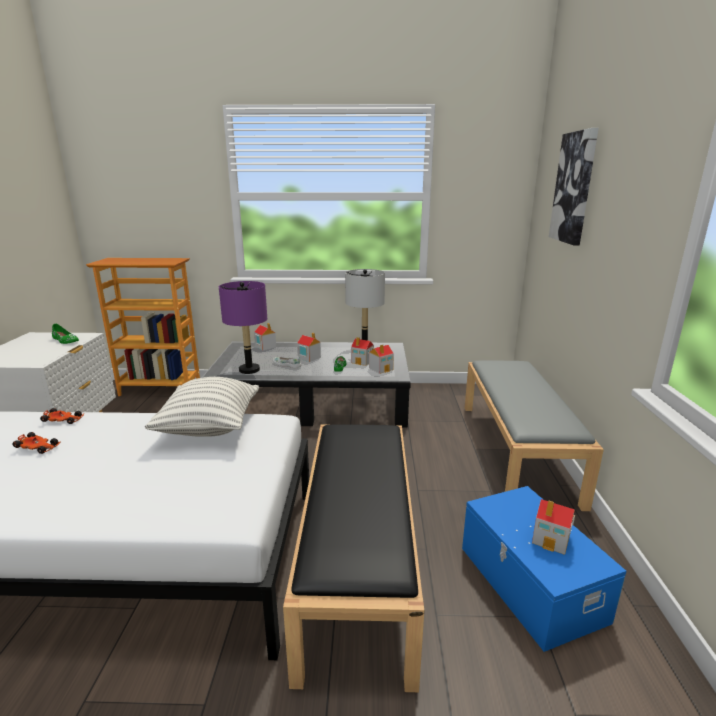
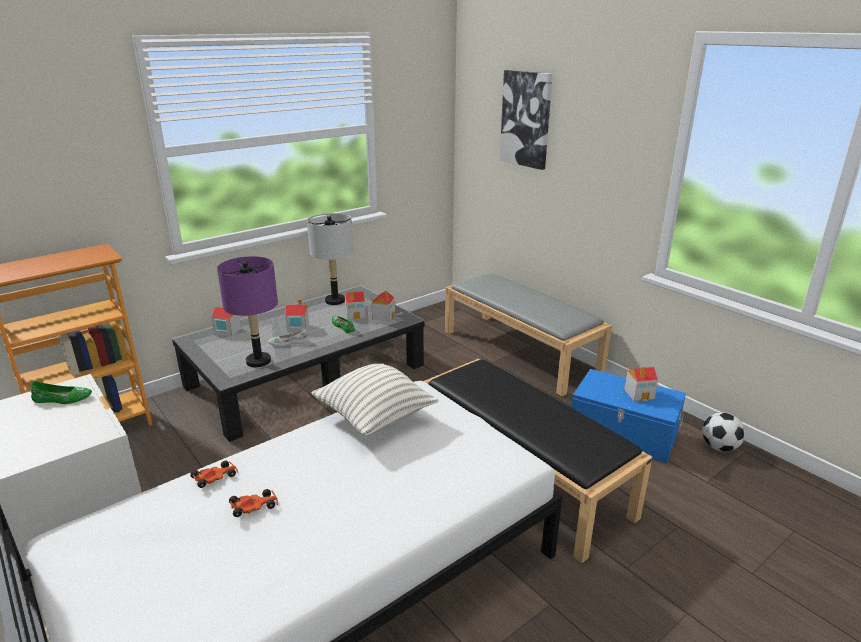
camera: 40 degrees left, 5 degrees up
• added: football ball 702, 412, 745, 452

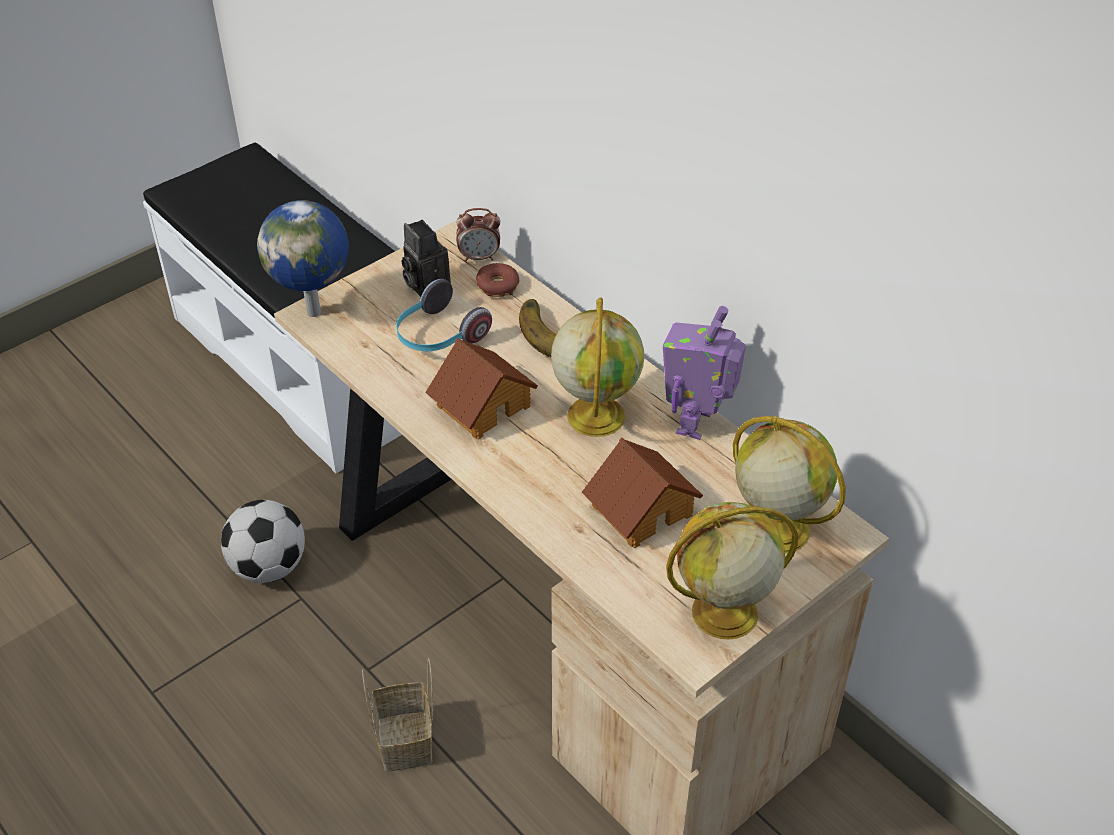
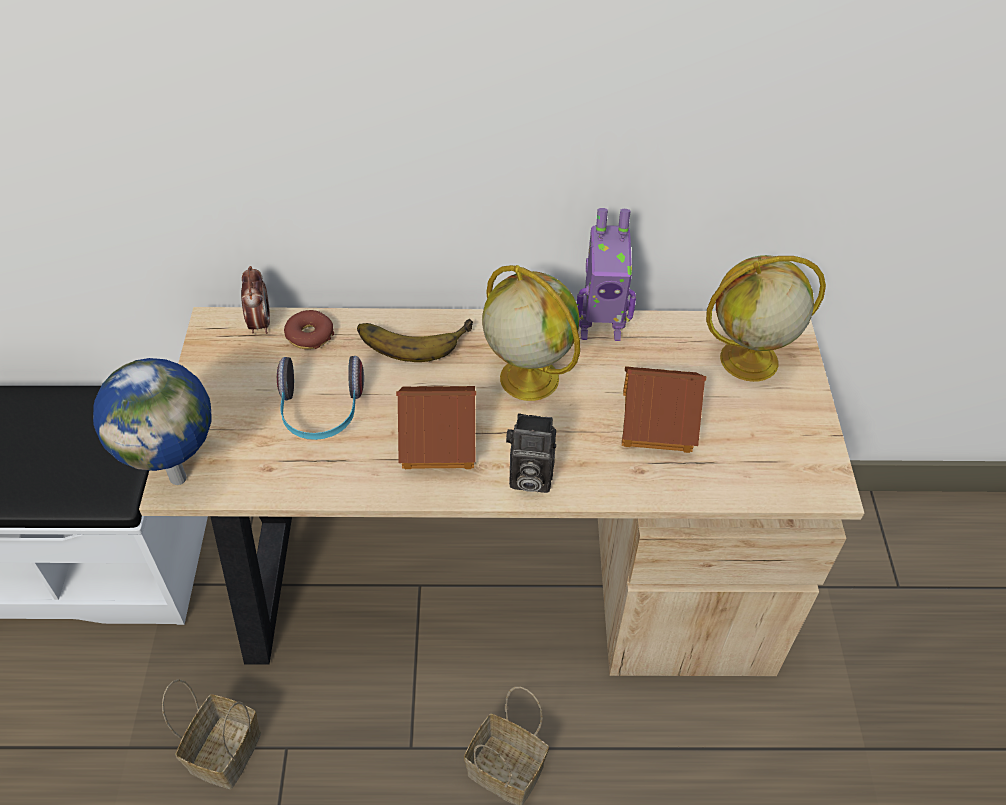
camera: 50 degrees left, 5 degrees up
• turned: table clock 456, 208, 500, 262 = 241, 266, 270, 334 45 degrees counterclockwise
• moved: photo camera 402, 220, 451, 297 to 506, 413, 556, 493
• turned: model robot 663, 306, 746, 440 = 577, 208, 636, 341 60 degrees counterclockwise
• replaced: football ball 221, 500, 305, 583 to basket 162, 679, 261, 789
• removed: world globe 666, 502, 798, 640

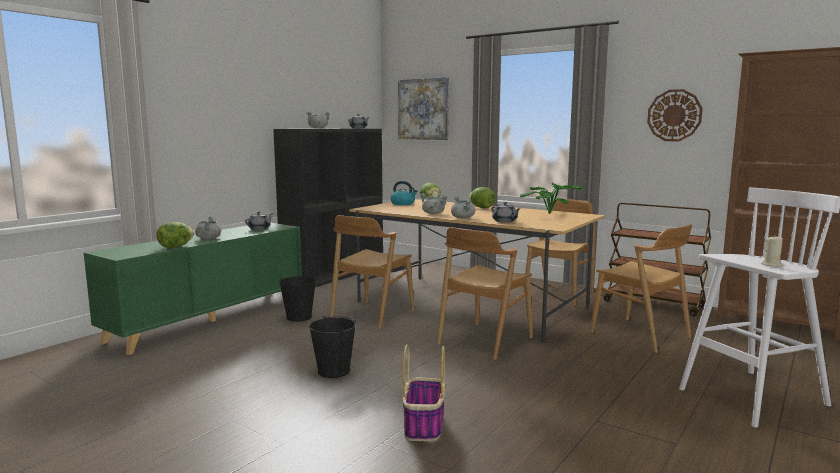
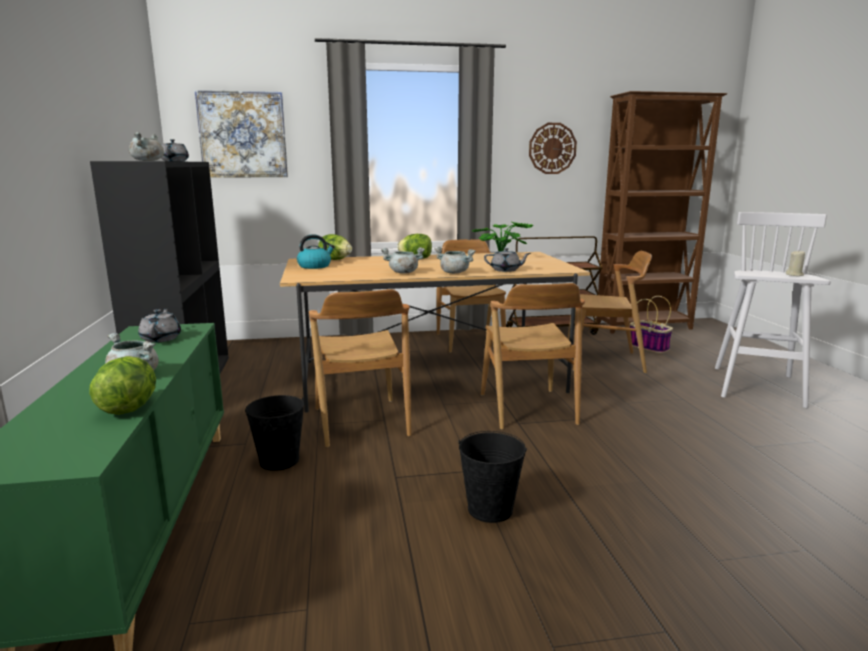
camera: 45 degrees left, 5 degrees up
• moved: basket 403, 344, 445, 441 to 630, 296, 673, 353

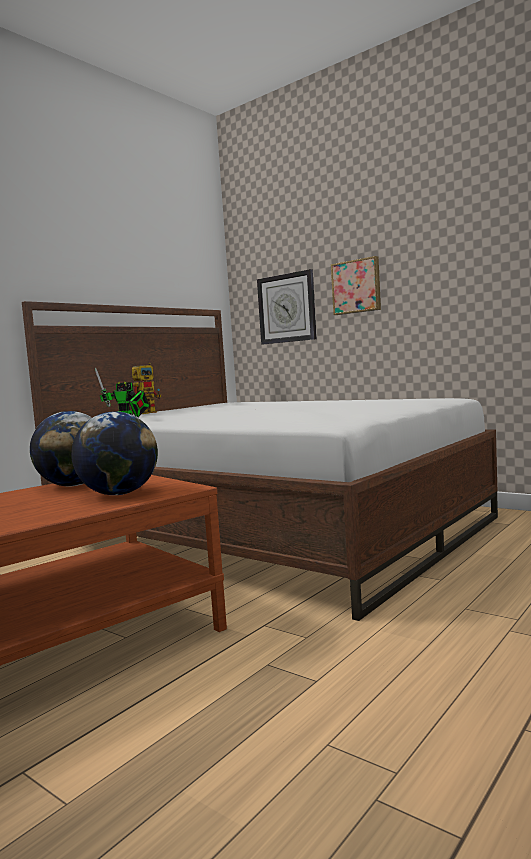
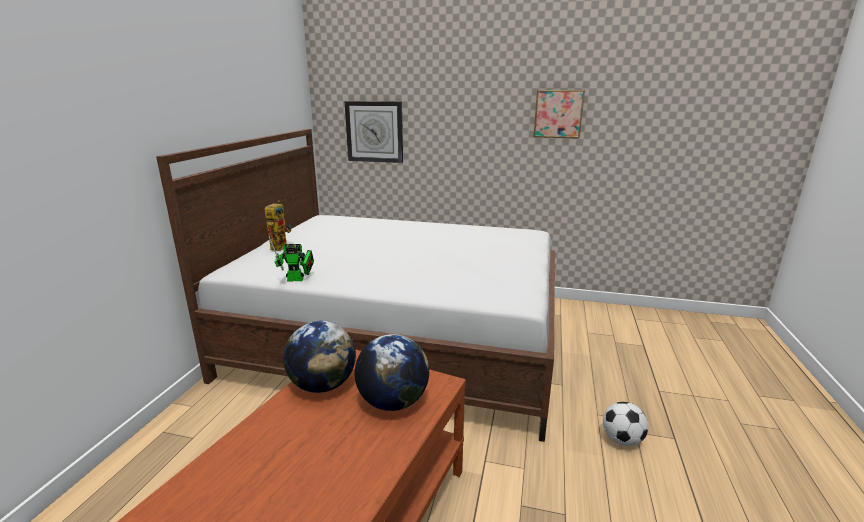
camera: 25 degrees left, 15 degrees up
• moved: wall art 331, 256, 381, 315 to 533, 90, 585, 139
• added: football ball 603, 402, 648, 446

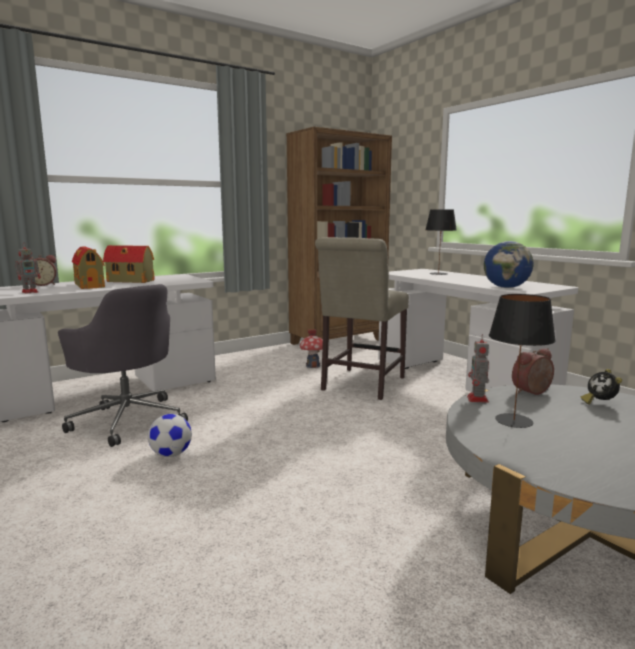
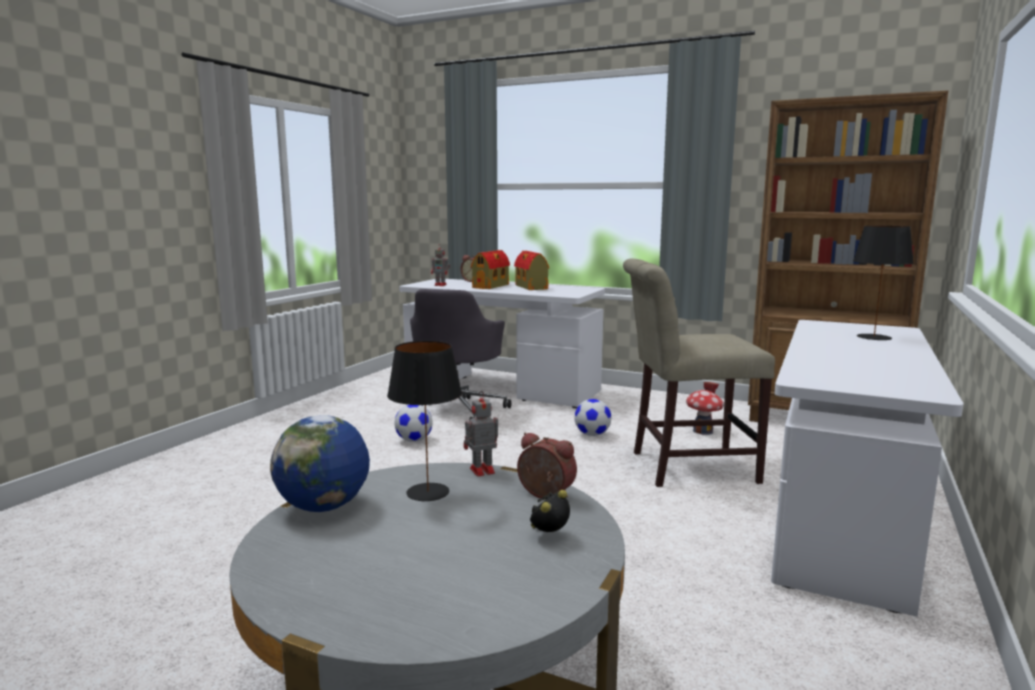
camera: 60 degrees right, 0 degrees up
• moved: world globe 484, 241, 533, 288 to 270, 415, 370, 512
• added: football ball 574, 399, 612, 436

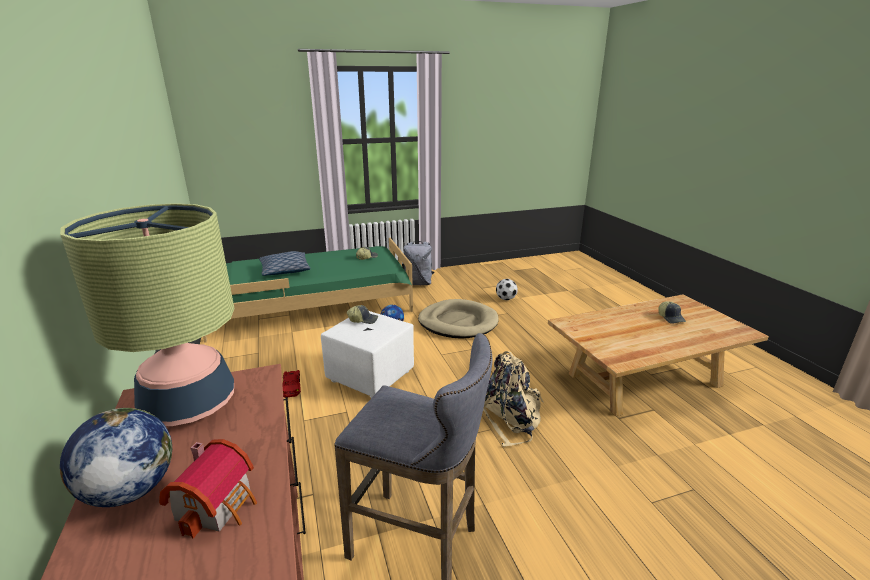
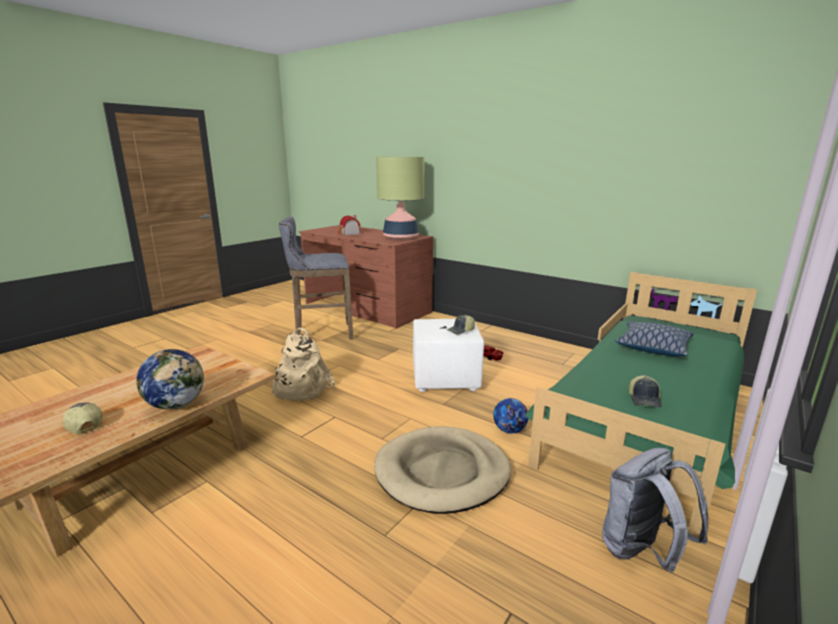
camera: 145 degrees right, 5 degrees down
• removed: football ball 496, 279, 518, 300
• moved: world globe 60, 408, 172, 507 to 136, 349, 204, 409

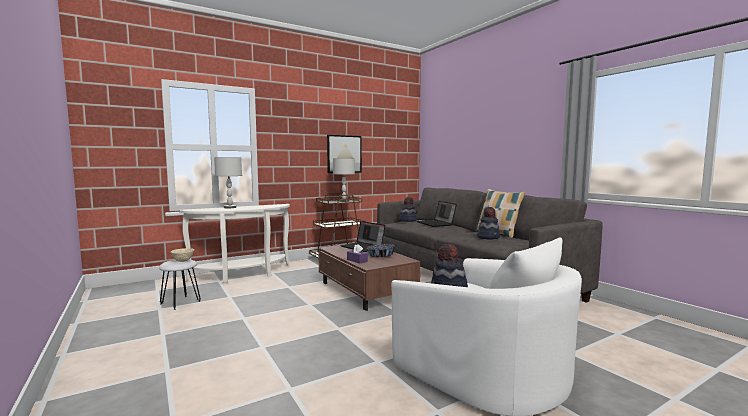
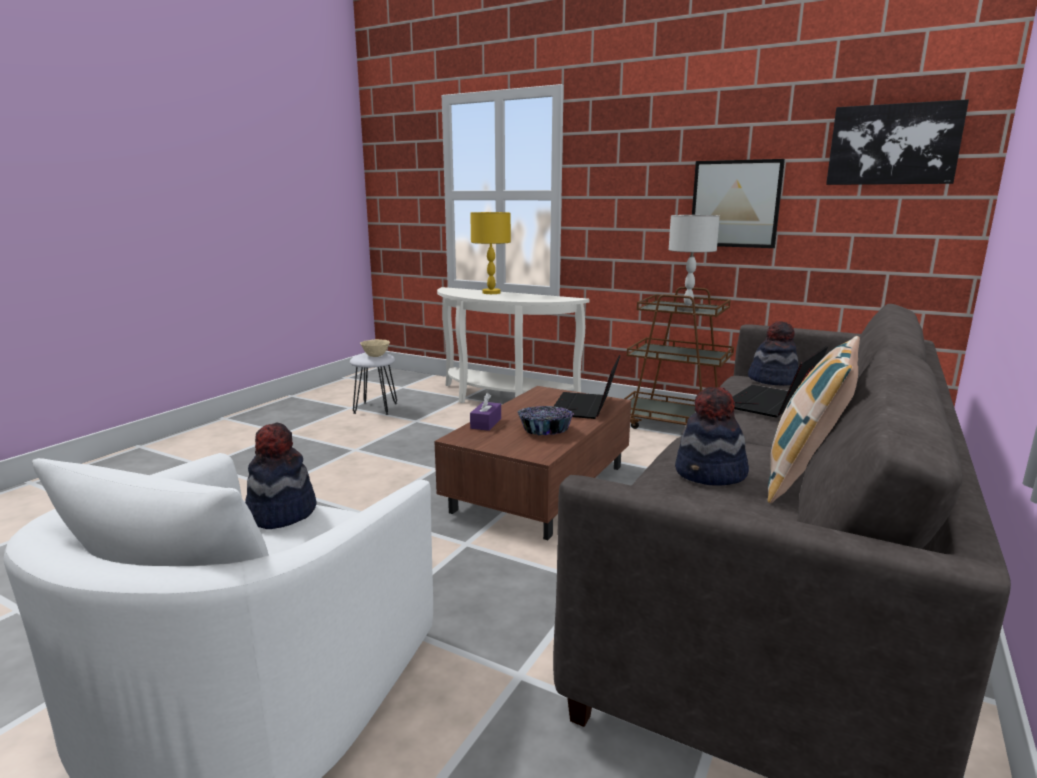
camera: 60 degrees right, 10 degrees up
• recoloured: gray table lamp 214, 157, 242, 208 to yellow-coloured table lamp 470, 212, 511, 294
• added: wall art 826, 99, 969, 185

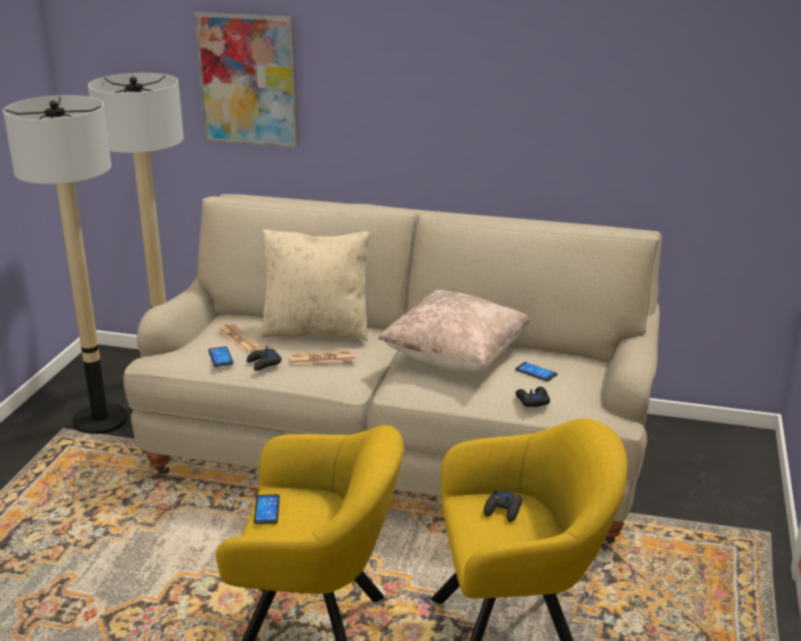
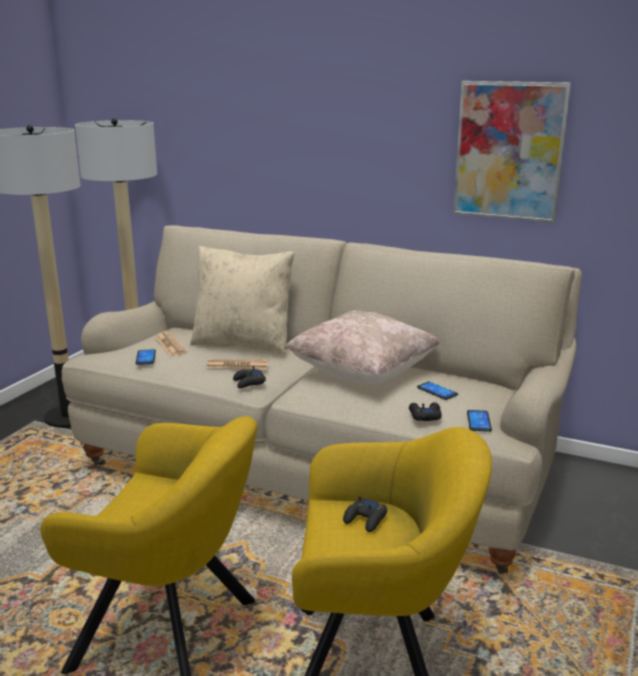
camera: 10 degrees right, 5 degrees down
• moved: wall art 195, 12, 299, 148 to 453, 81, 571, 223
• moved: black-coloured game controller 247, 346, 282, 371 to 233, 366, 266, 388
• moved: handset 254, 494, 280, 524 to 467, 410, 492, 432

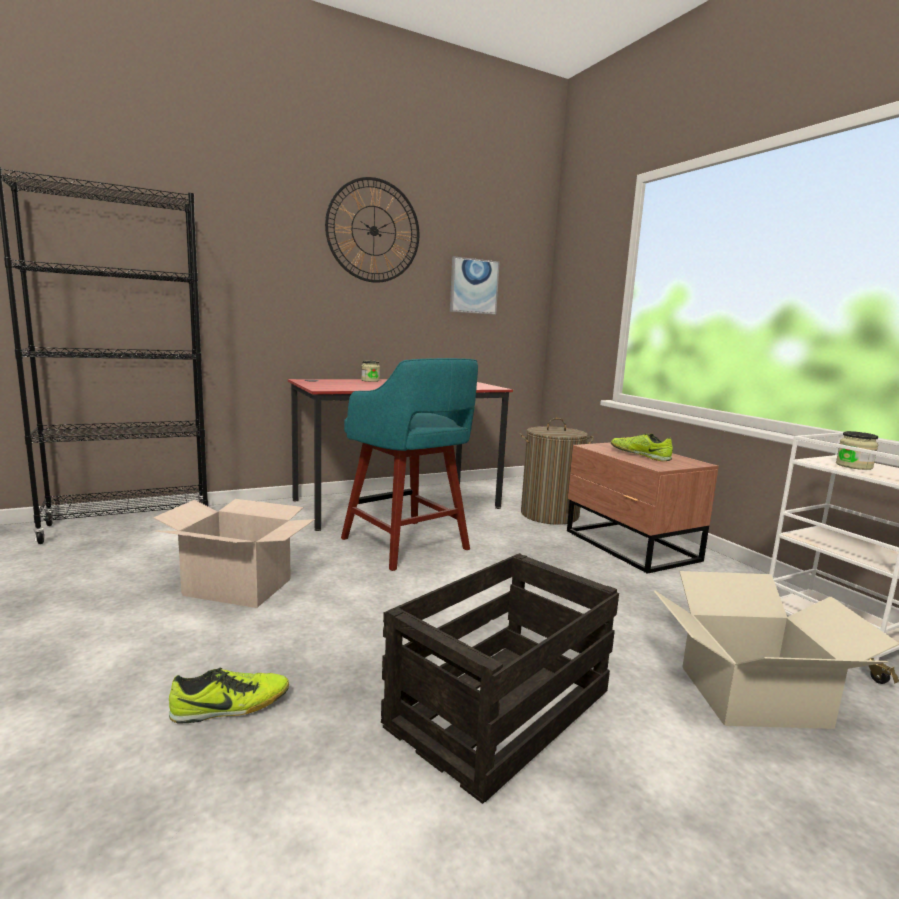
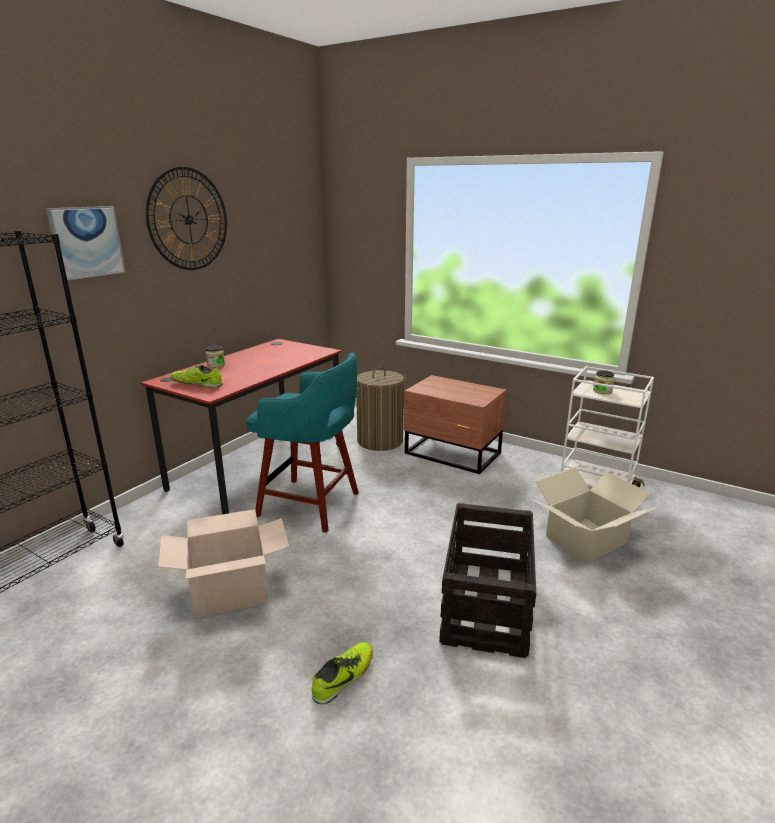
camera: 30 degrees left, 10 degrees up
• moved: wall art 450, 256, 500, 314 to 46, 206, 126, 281
• moved: item of footwear 611, 434, 673, 461 to 170, 365, 223, 388

